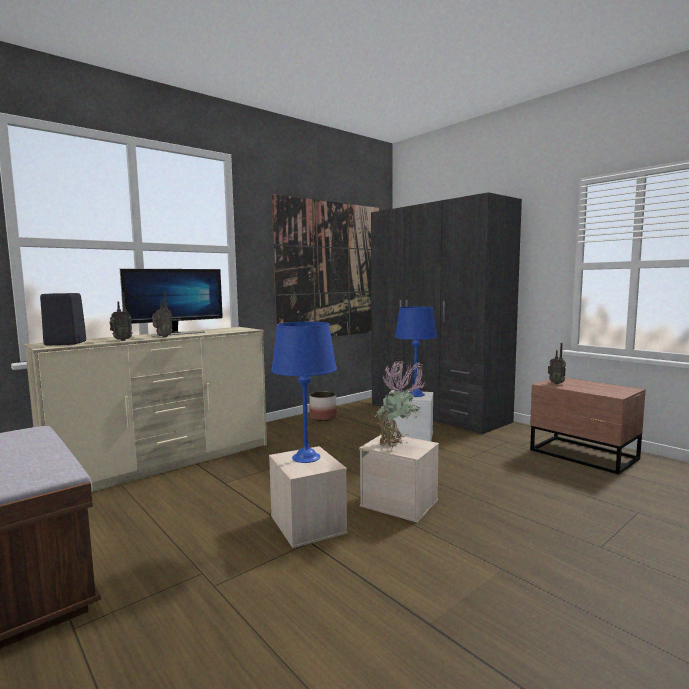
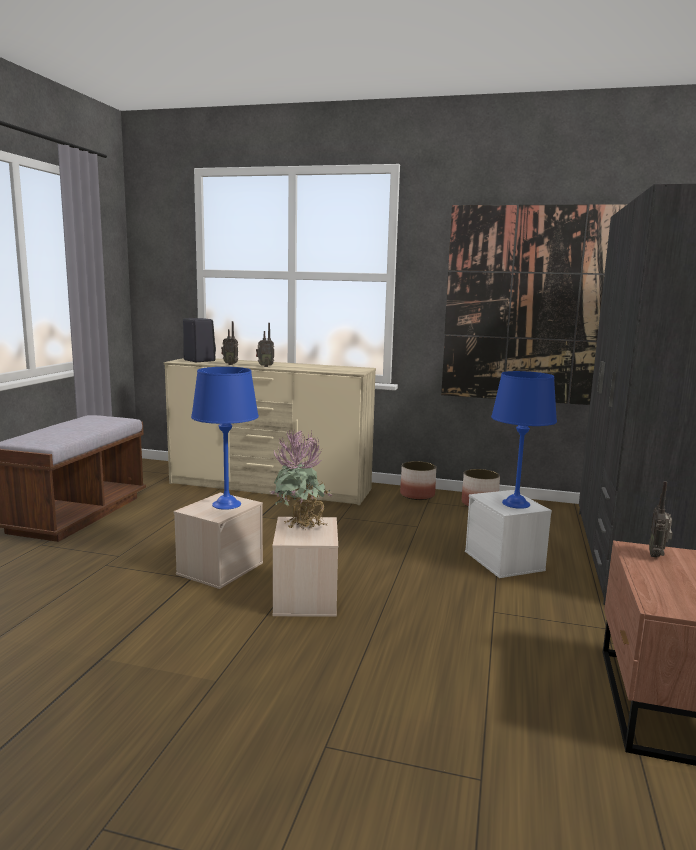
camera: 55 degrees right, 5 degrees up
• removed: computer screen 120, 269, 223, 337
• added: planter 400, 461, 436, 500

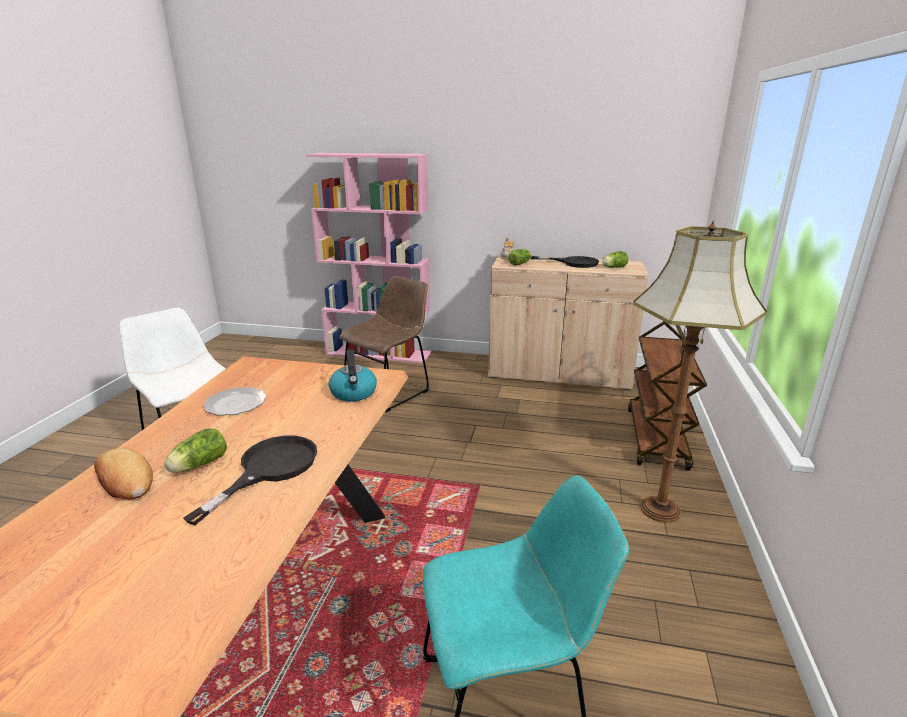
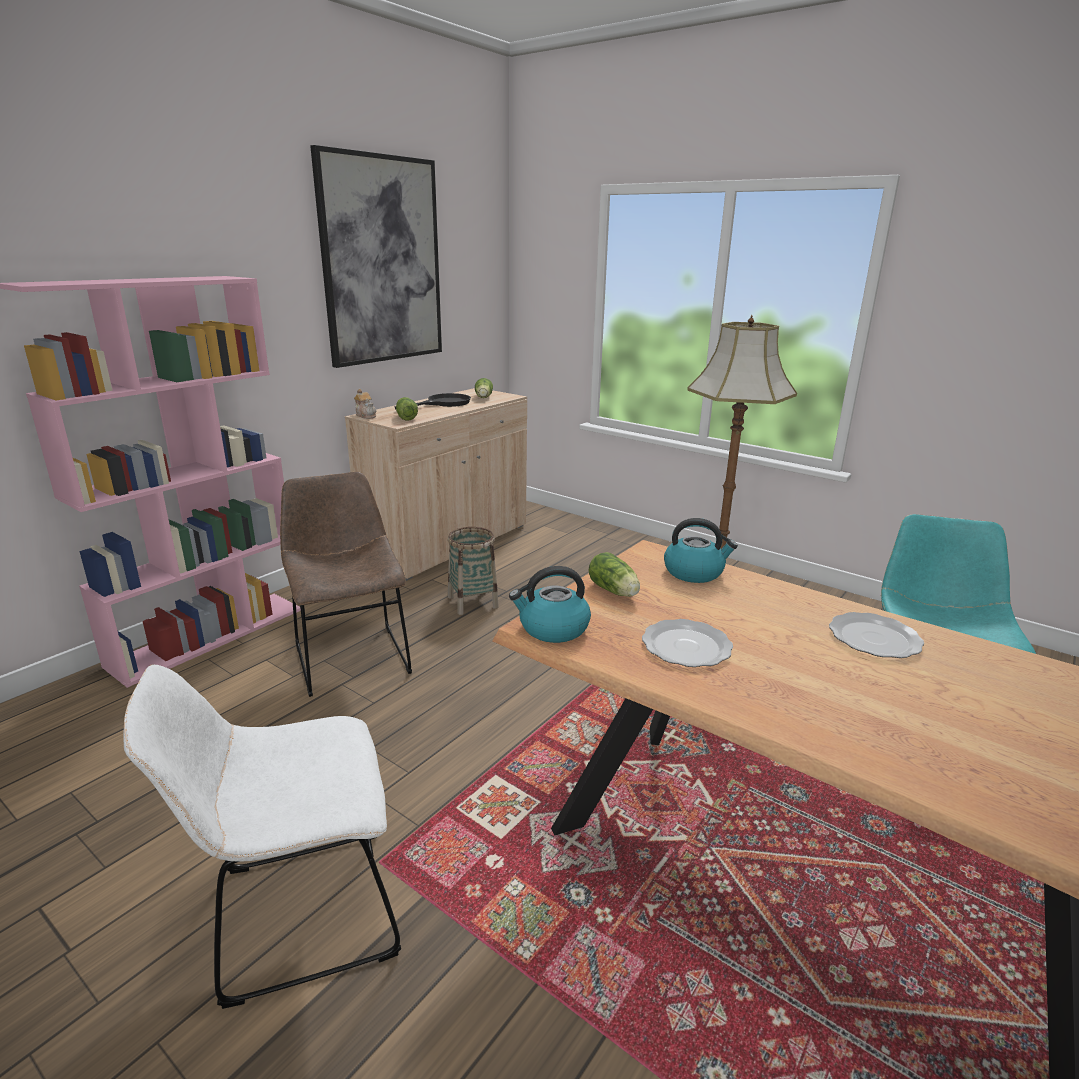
camera: 65 degrees left, 0 degrees up
• removed: brown-coloured cart 628, 321, 707, 471
• moved: head of lettuce 164, 428, 227, 473 to 588, 552, 640, 597
• replaced: black-coloured pan 183, 436, 317, 525 to plate 829, 612, 924, 658
• removed: bakery bread 94, 448, 153, 499
• added: wall art 310, 145, 442, 368
• added: basket 448, 527, 499, 615
• added: water kettle 509, 566, 591, 643

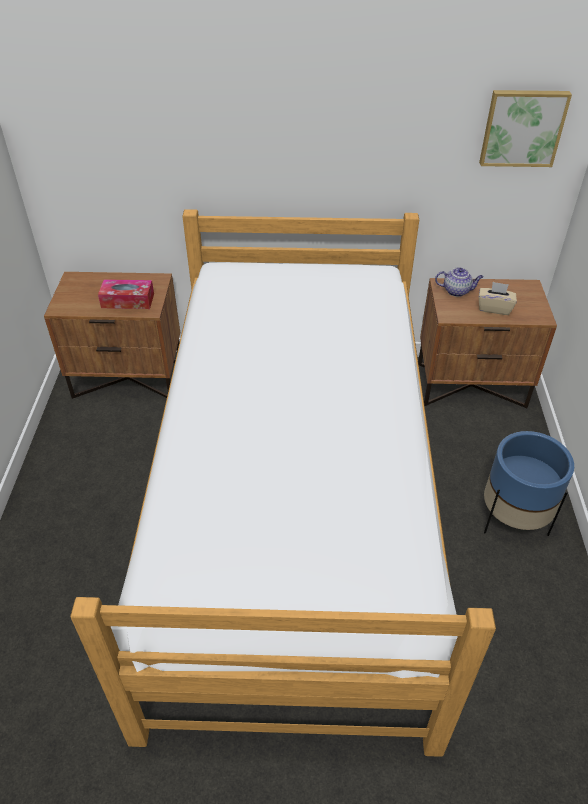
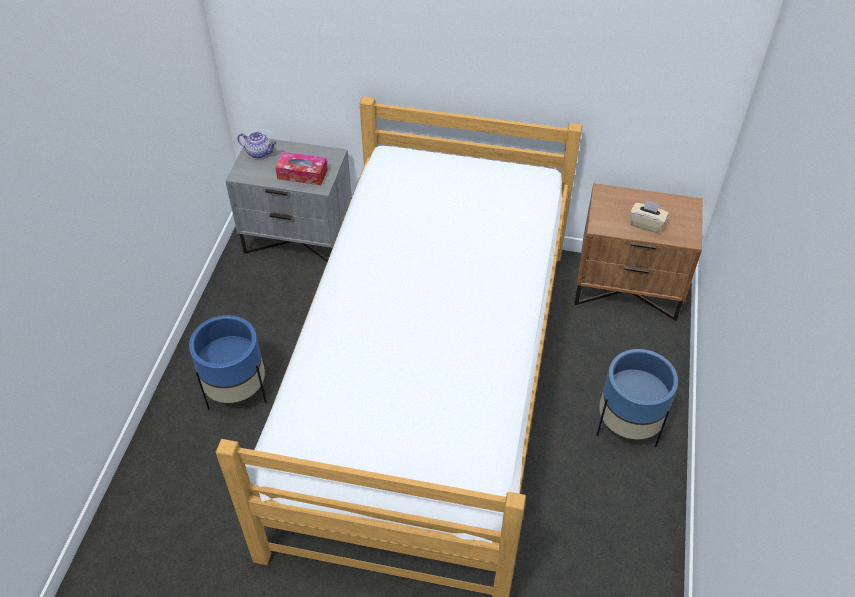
camera: 10 degrees right, 5 degrees up
• removed: wall art 479, 90, 572, 167
• moved: teapot 435, 268, 484, 297 to 237, 132, 277, 159
• recoloured: brown-coloured night table 44, 272, 180, 399 to gray night table 226, 139, 352, 262
• added: blue-coloured planter 189, 315, 267, 410

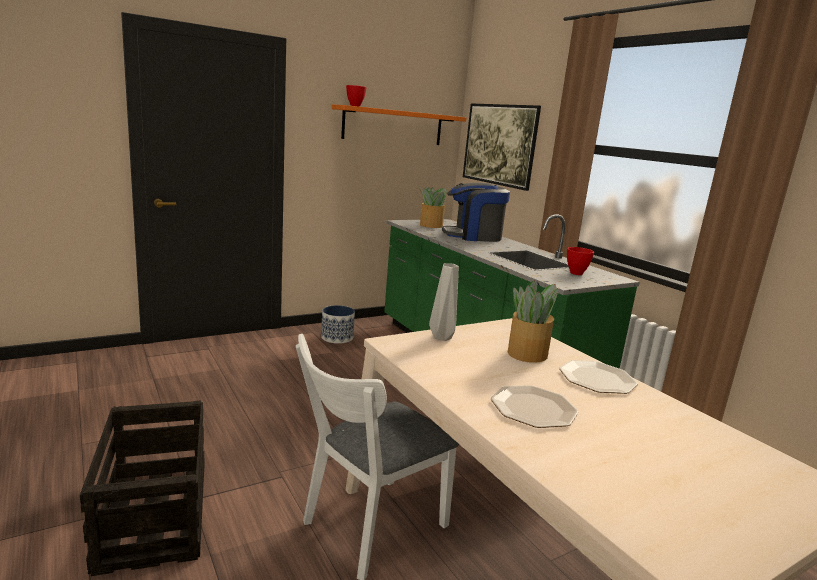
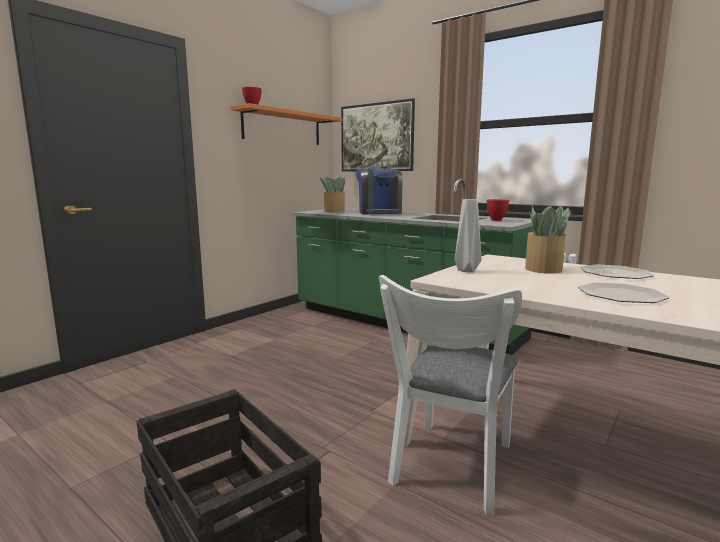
camera: 20 degrees left, 5 degrees down
• turned: coffee brewer 442, 183, 510, 242 = 356, 165, 403, 215 75 degrees counterclockwise
• removed: planter 321, 305, 355, 344

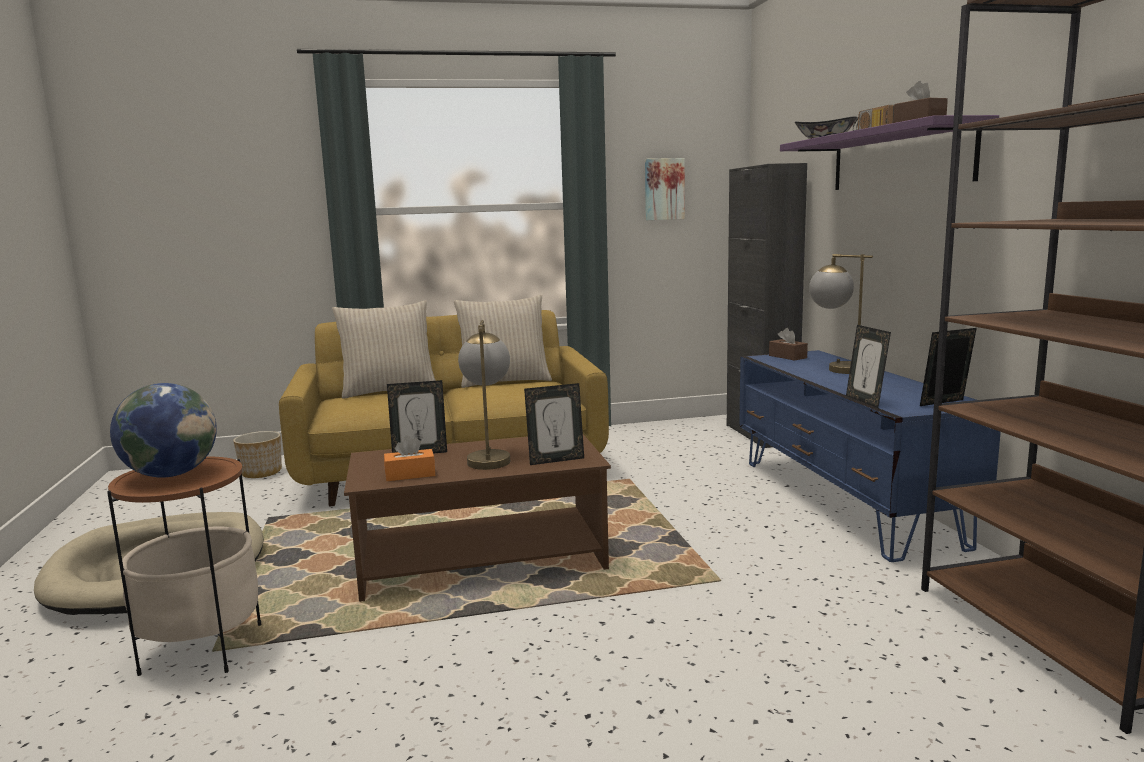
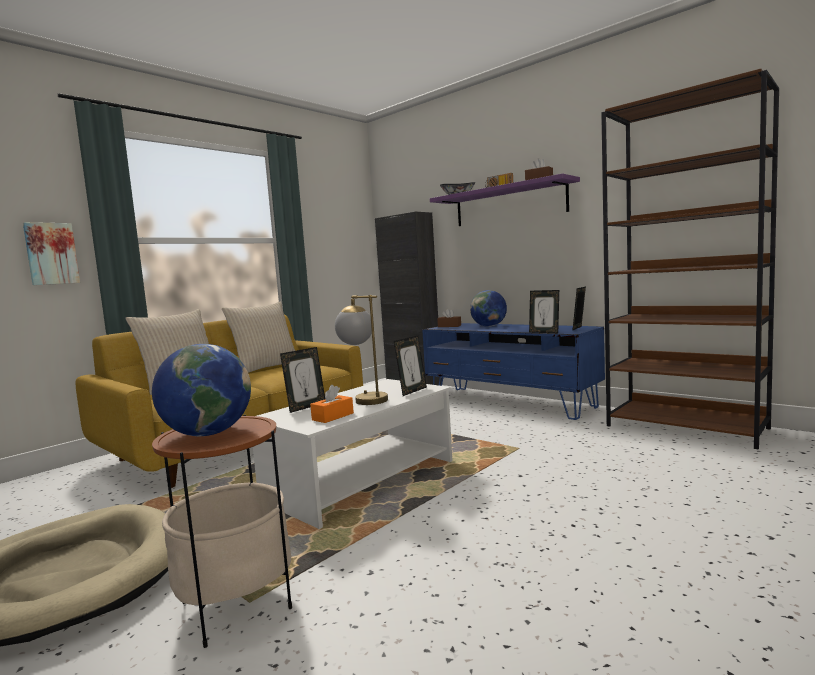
camera: 35 degrees left, 5 degrees down
• moved: wall art 645, 158, 685, 220 to 23, 222, 80, 285
• replaced: table lamp 809, 254, 873, 374 to world globe 470, 290, 507, 327
• removed: planter 233, 431, 282, 478
• recoloured: brown-coloured low table 344, 434, 611, 602 to white low table 253, 379, 452, 529

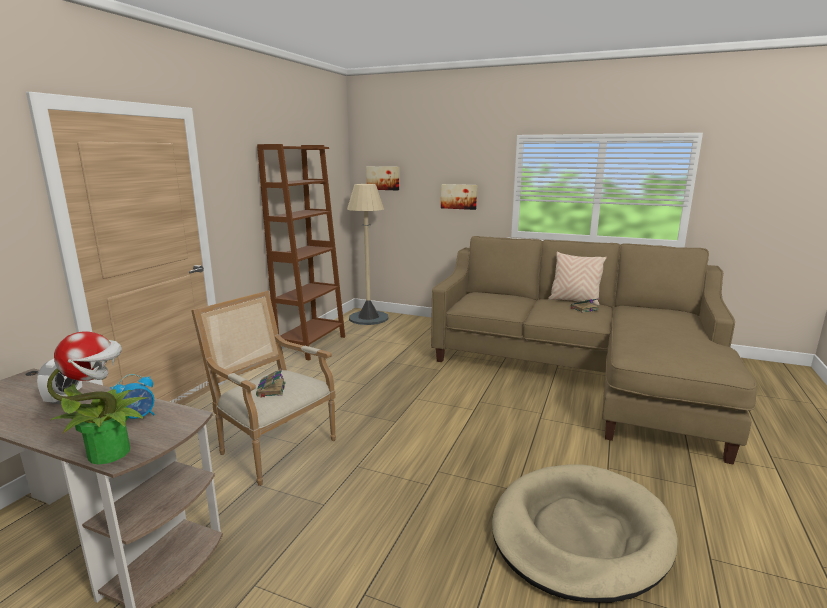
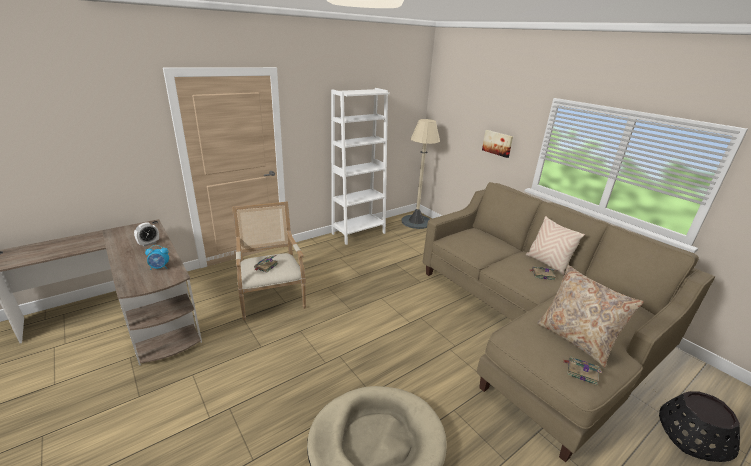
camera: 30 degrees right, 10 degrees up
• recoloured: brown-coloured bookcase 257, 144, 345, 361 to white bookcase 331, 88, 390, 245
• removed: wall art 366, 166, 399, 191
• removed: plant in a pot 47, 331, 148, 464
• added: beige pillow 537, 265, 644, 367
• added: bound book 564, 356, 603, 386
• added: black-coloured planter 659, 391, 740, 462

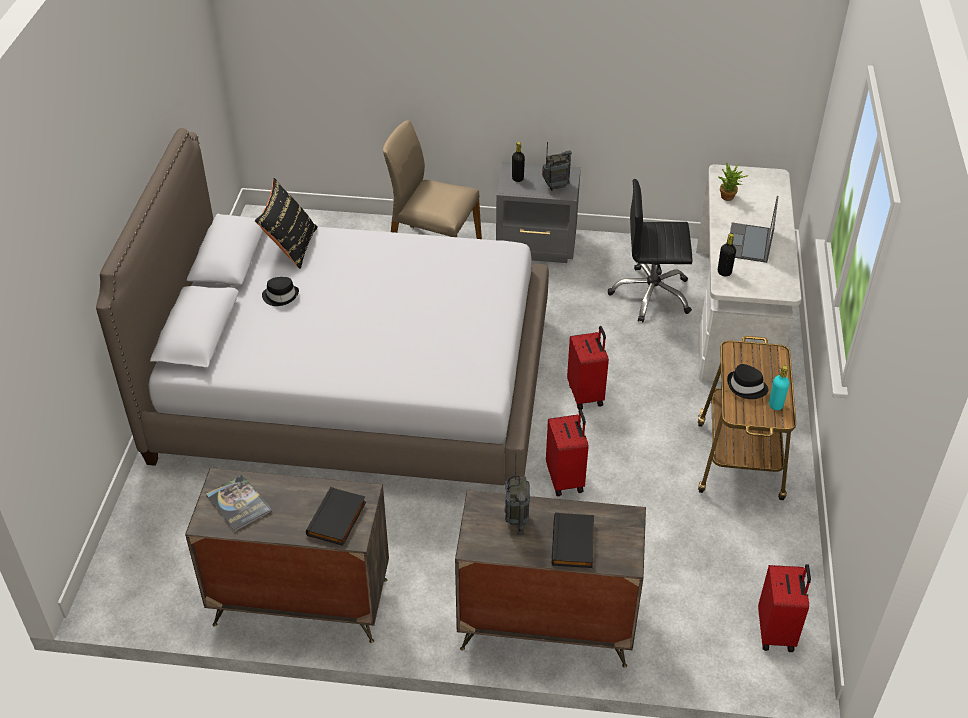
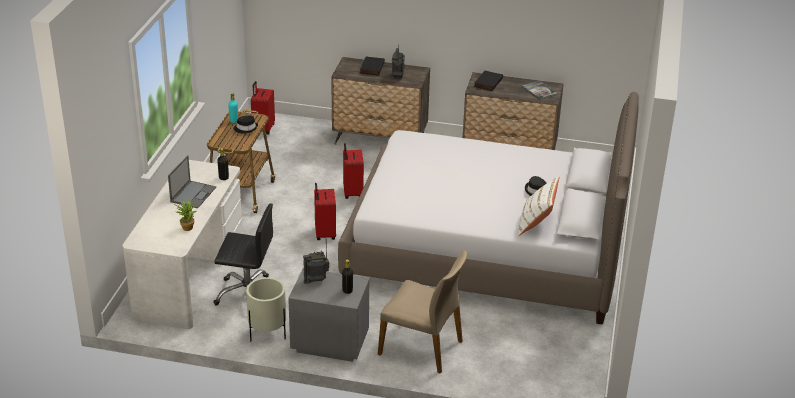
camera: 175 degrees left, 10 degrees down
• recoloured: black-coloured pillow 255, 178, 318, 269 to white pillow 518, 176, 559, 236
• added: beige planter 246, 277, 286, 341

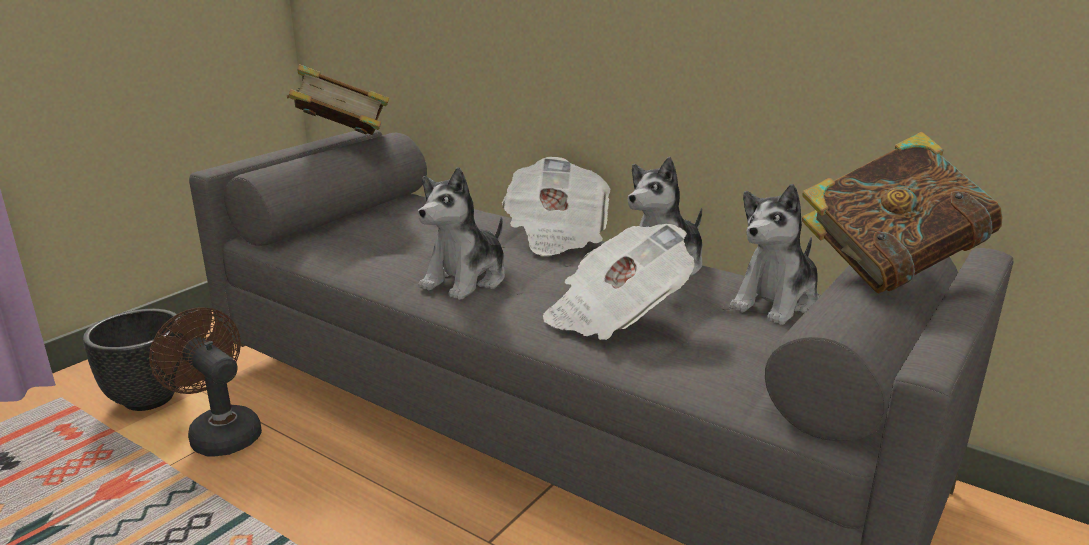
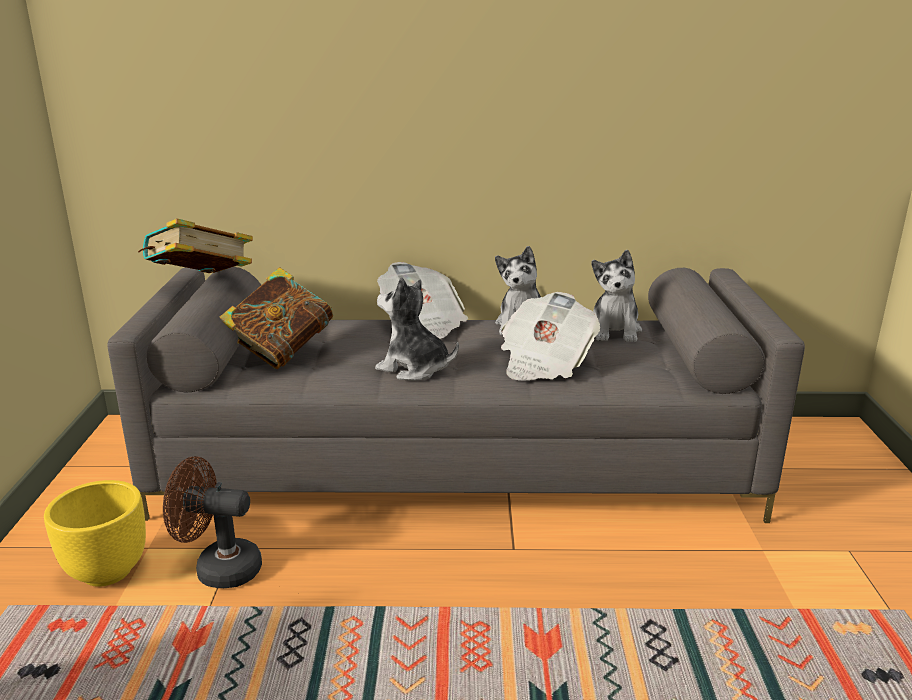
camera: 35 degrees left, 0 degrees up
• moved: bound book 802, 132, 1002, 293 to 220, 267, 333, 369
• turned: plush toy 418, 167, 505, 300 = 375, 277, 459, 381 120 degrees clockwise
• recoloured: black-coloured planter 83, 309, 184, 411 to yellow-coloured planter 44, 480, 146, 587

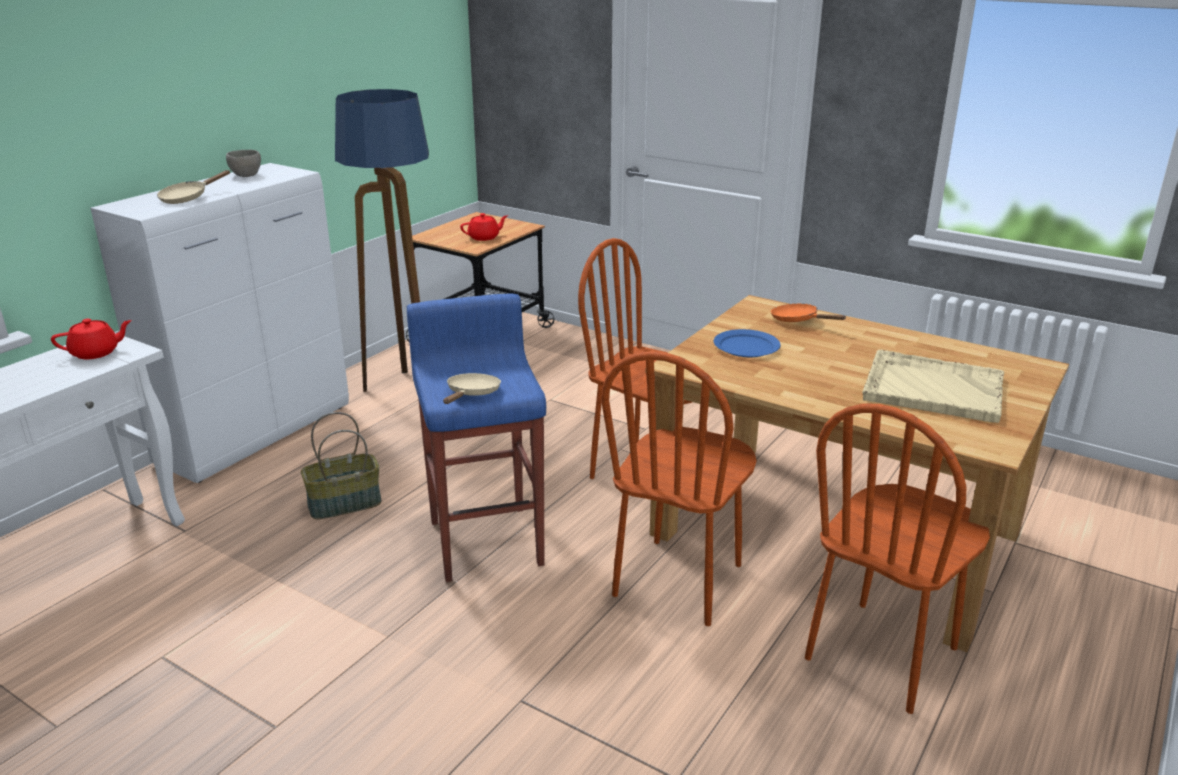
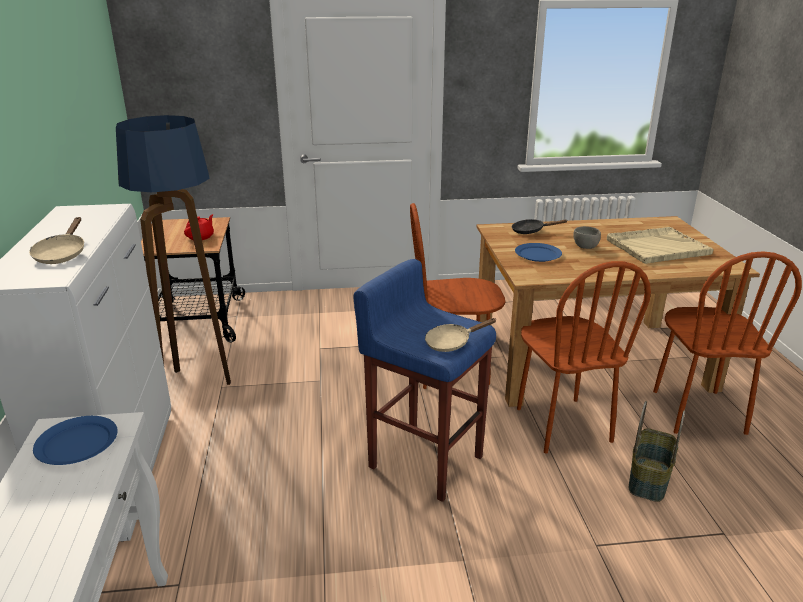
camera: 40 degrees left, 0 degrees up
• moved: gray bowl 226, 150, 261, 177 to 573, 226, 601, 249
• recoloured: orange-coloured pan 771, 304, 846, 322 to black-coloured pan 512, 219, 567, 234
• replaced: red-coloured teapot 51, 319, 132, 359 to blue-coloured plate 33, 416, 118, 465
• turned: beige pan 443, 373, 501, 404 = 425, 318, 497, 352 90 degrees counterclockwise
• moved: basket 301, 412, 382, 519 to 628, 401, 685, 502

